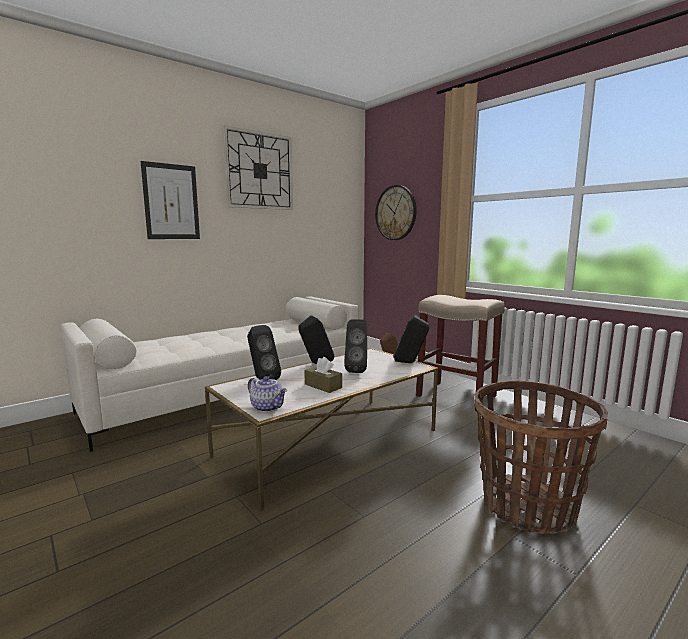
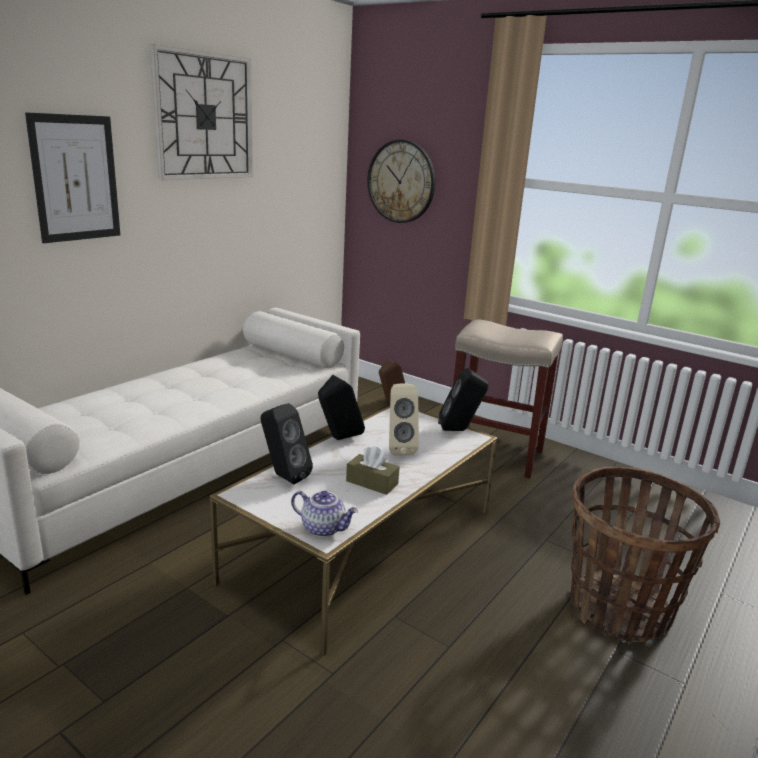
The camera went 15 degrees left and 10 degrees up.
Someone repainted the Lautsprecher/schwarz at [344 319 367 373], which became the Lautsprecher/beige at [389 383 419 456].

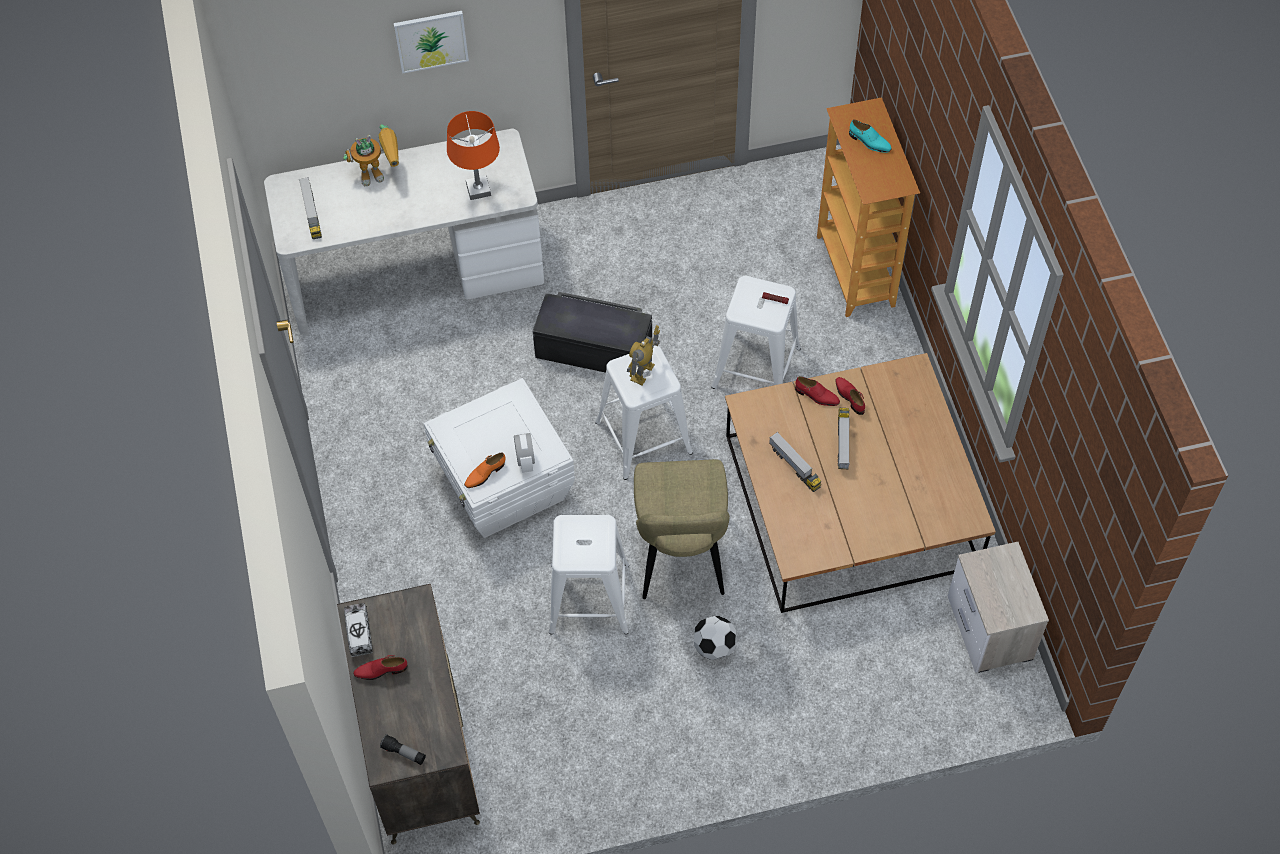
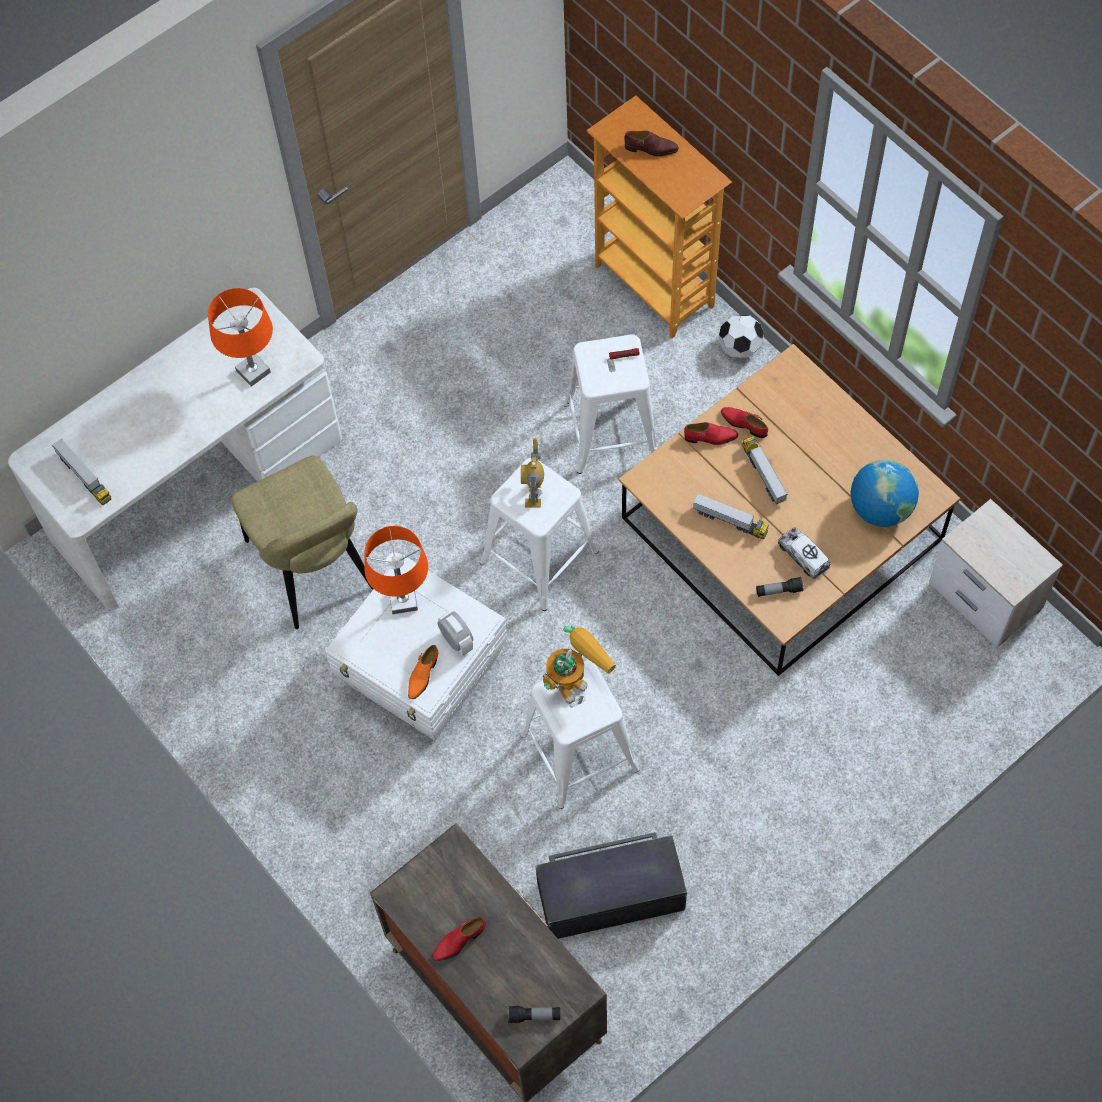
The camera went 25 degrees left and 5 degrees up.
Someone took away the Bild at [394 11 469 74].
Someone repainted the Schuh/türkis at [849 120 892 153], which became the Schuh/braun at [624 131 679 156].
Someone carried the Spielzeugroboter from [343 124 399 186] to [542 625 616 704].
Someone carried the Aufbewahrungsbox/schwarz from [533 292 652 373] to [535 832 687 939].
Someone carried the Stuhl/beige from [634 459 730 599] to [232 455 373 629].
Someone carried the Spielzeuglaster from [344 603 373 657] to [778 527 830 580].
Someone carried the Fußball from [694 616 736 660] to [718 315 764 358].
Someone put down the Globus at [851 460 919 527].
Someone put down the Tischlampe/orange at [365 526 428 614].
Someone put down the Taschenlampe at [756 577 803 597].

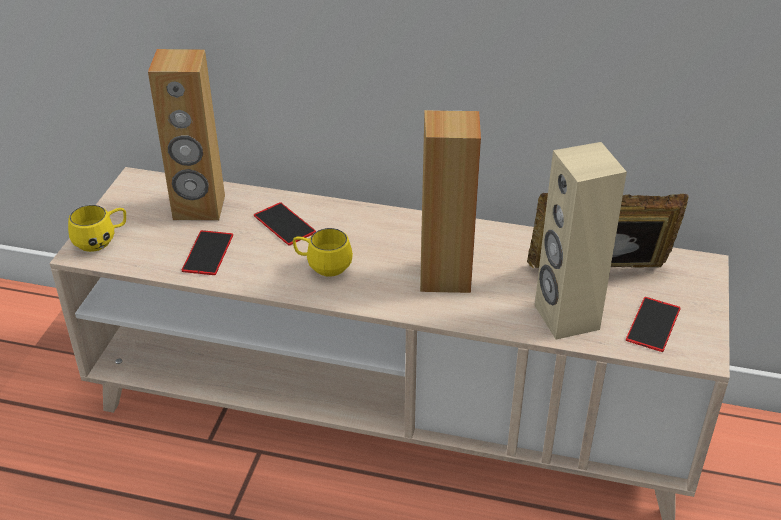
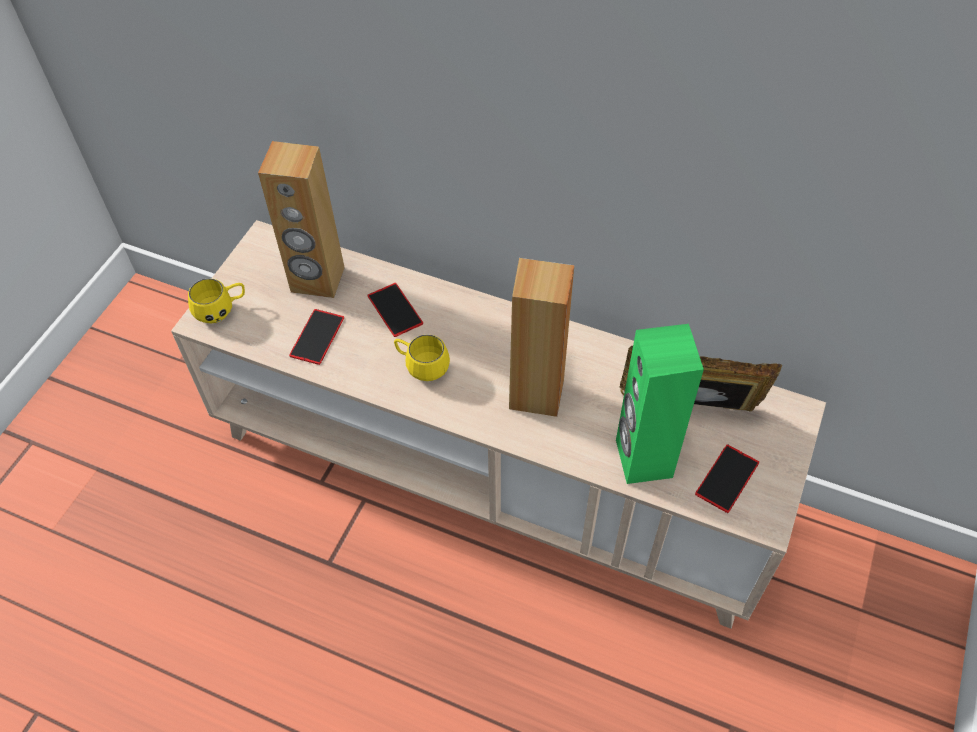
The camera went 10 degrees right and 15 degrees up.
Someone repainted the Lautsprecher/beige at [535 142 627 339], which became the Lautsprecher/grün at [616 324 704 484].

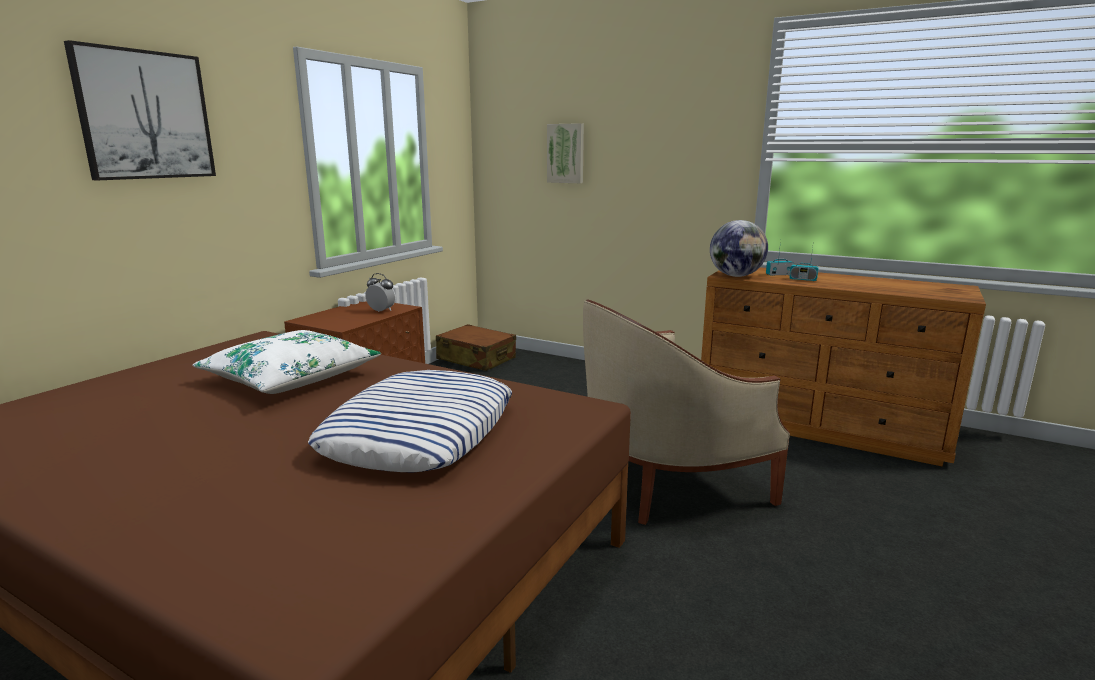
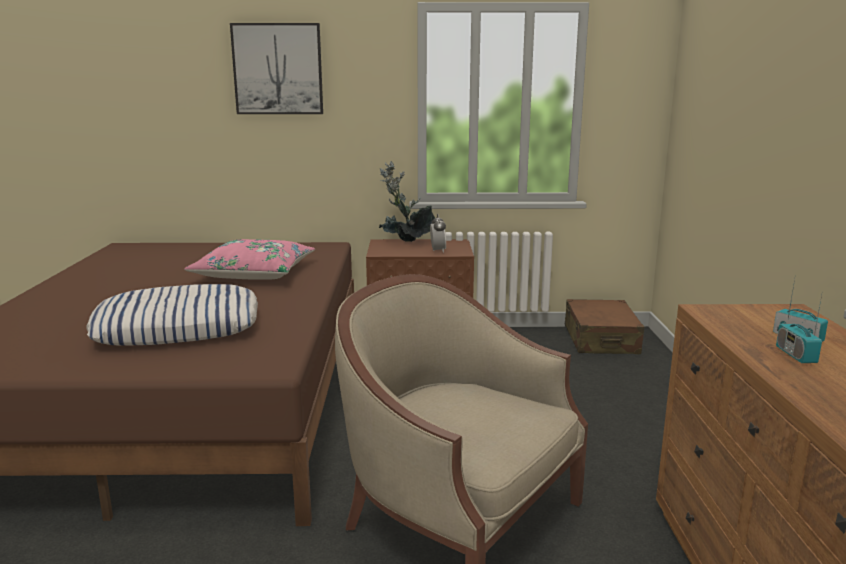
The camera went 60 degrees right and 0 degrees up.
Someone took away the Bild at [547 123 584 183].
Someone took away the Globus at [710 220 768 277].
Someone repainted the Kissen/weiß at [193 330 381 394], which became the Kissen/rosa at [184 239 315 280].
Someone put down the Topfpflanze at [379 161 435 242].

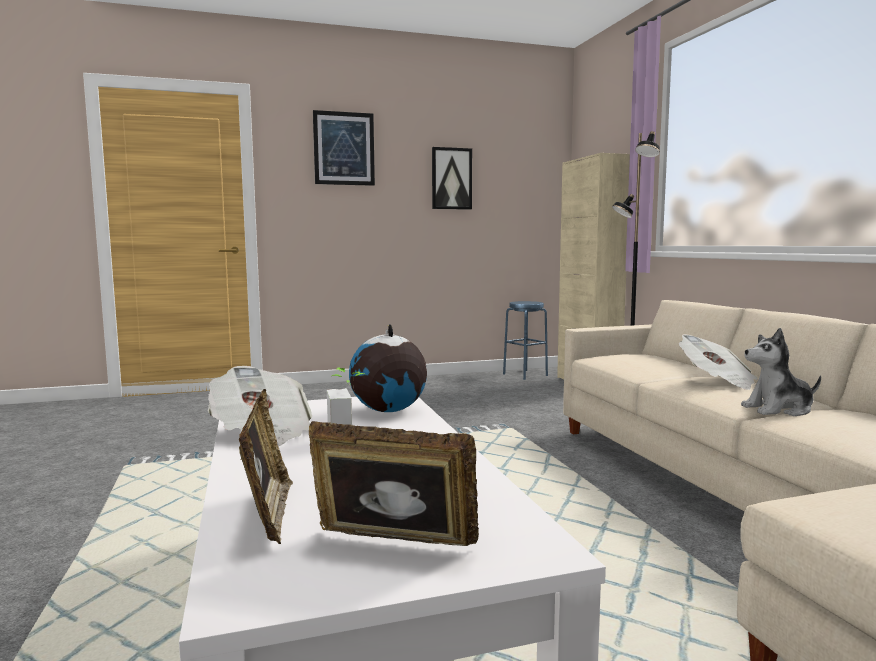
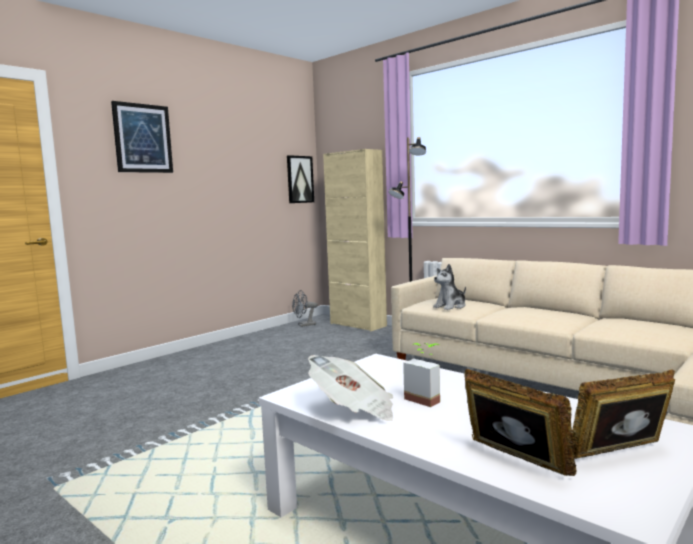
The camera went 30 degrees left and 0 degrees up.
Someone carried the Bild from [432 147 472 210] to [287 155 314 203].
Someone swapped the Hocker/blau at [503 301 548 380] for the Ventilator/grau at [292 290 318 327].
Someone took away the Globus at [349 324 427 412].
Someone carried the Plüschtier from [741 328 821 416] to [433 264 466 310].
Someone took away the Zeitung at [679 334 758 390].

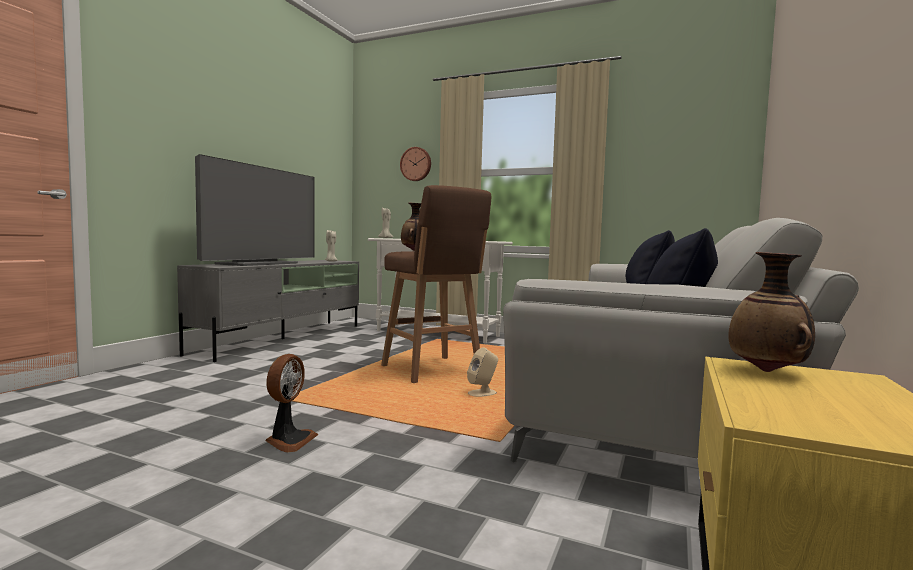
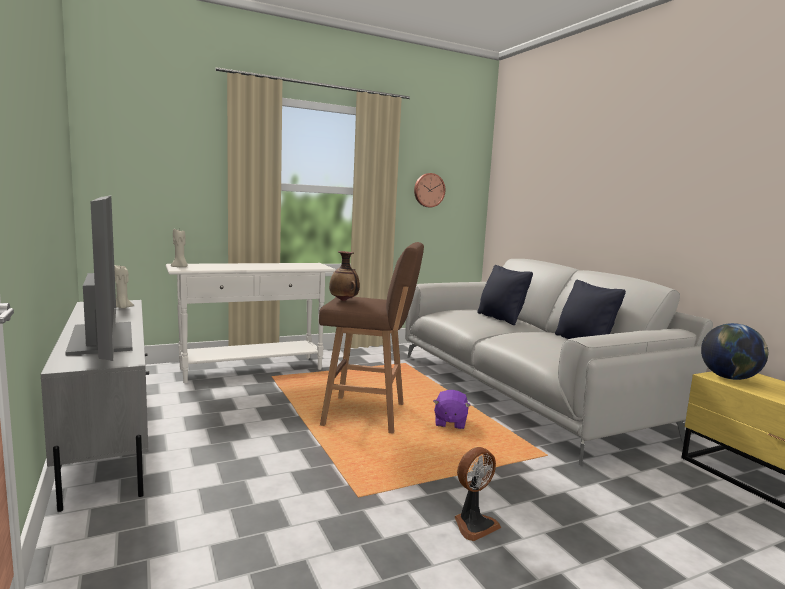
The camera went 50 degrees left and 5 degrees up.
Someone carried the Wanduhr from [400 147 431 181] to [414 173 445 207].
Someone swapped the Vase at [728 252 815 372] for the Globus at [701 323 768 380].
Someone swapped the Lautsprecher/beige at [467 348 498 397] for the Plüschtier/lila at [433 390 471 429].
Someone rotated the Ventilator at [266 354 318 452] by 90 degrees clockwise.

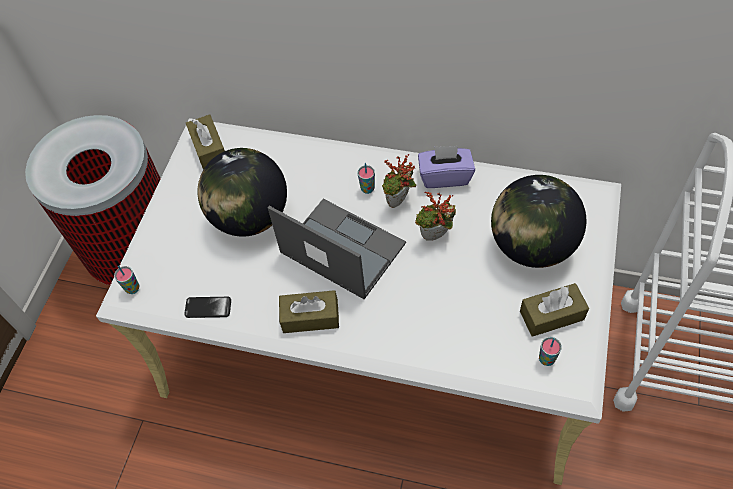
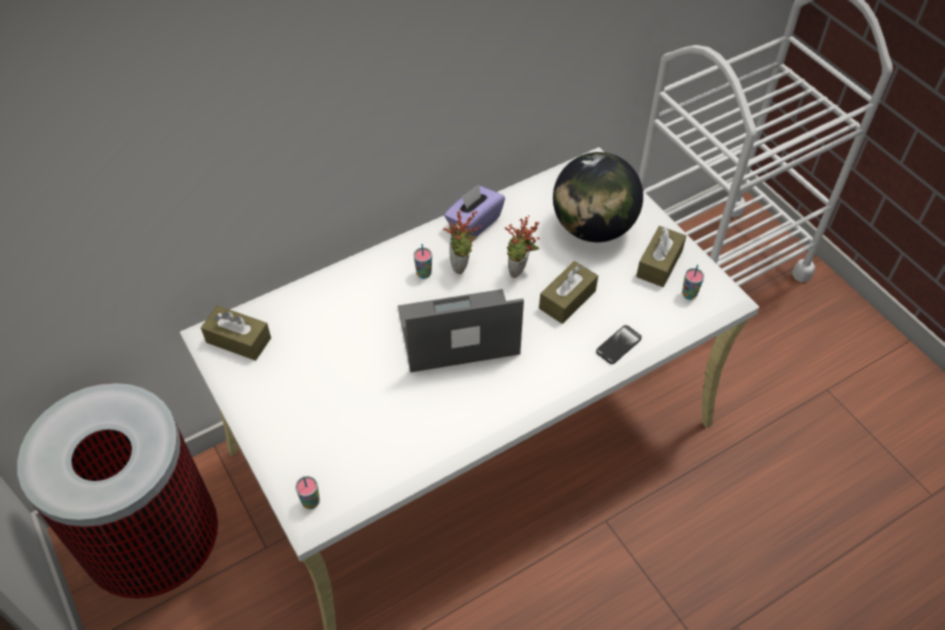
The camera went 50 degrees left and 5 degrees down.
Someone took away the Globus at [197 148 287 237].
Someone carried the Taschentuchbox/braun from [279 290 339 333] to [539 261 598 324].
Someone carried the Handy from [184 297 231 318] to [596 325 642 364].

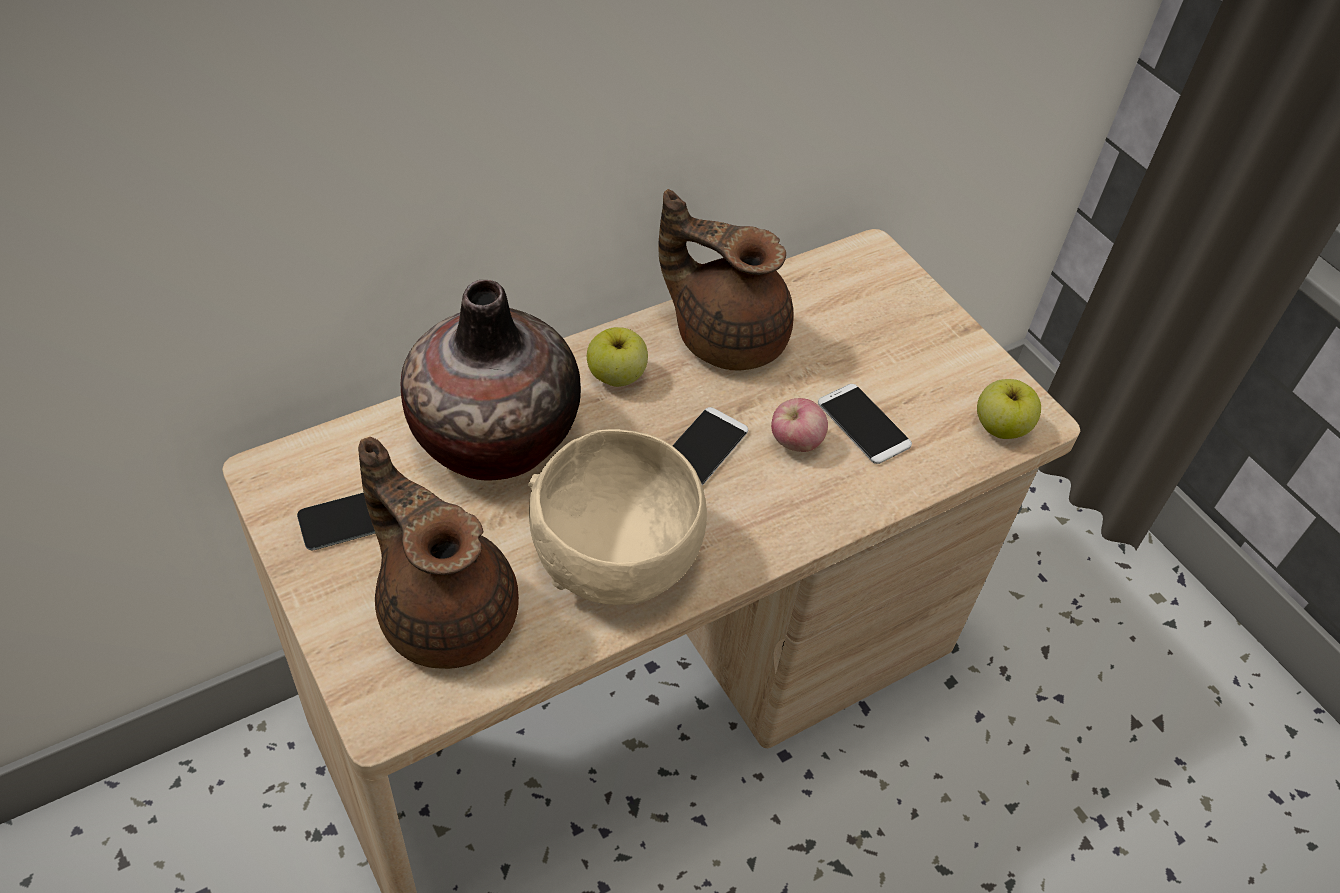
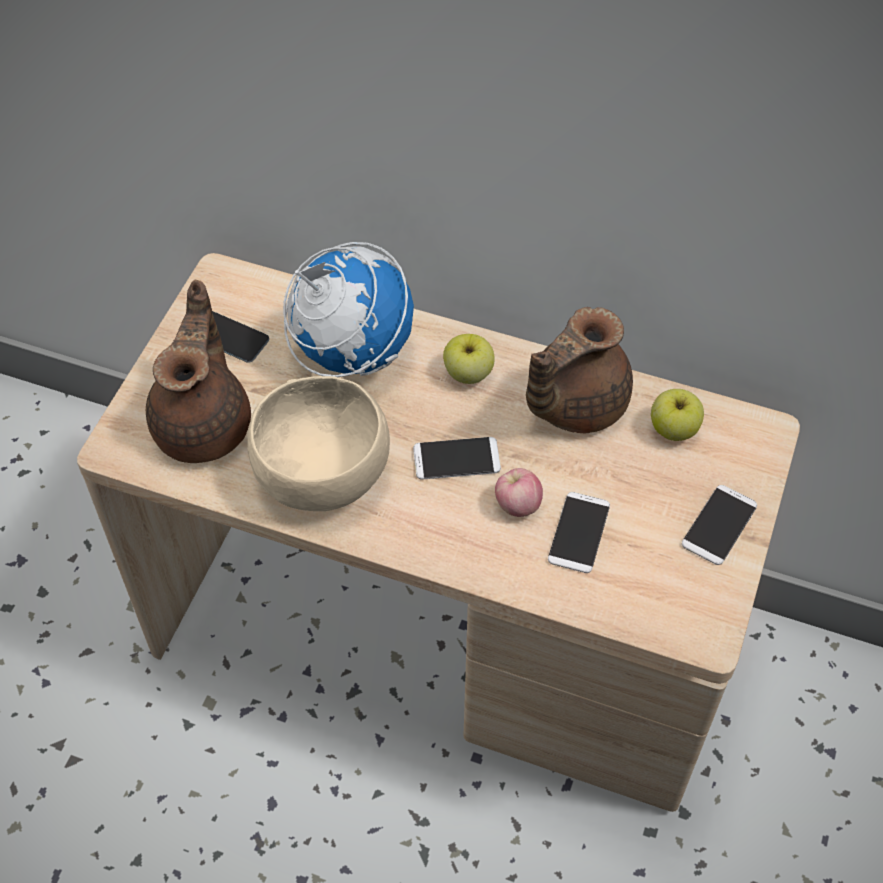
The camera went 55 degrees right and 5 degrees up.
Someone rotated the Teekanne/braun at [658 189 793 370] by 120 degrees counterclockwise.
Someone swapped the Vase at [401 280 581 481] for the Globus at [283 242 414 377].
Someone carried the Apfel from [977 379 1041 439] to [651 389 704 441].
Someone put down the Handy at [682 485 757 565].

